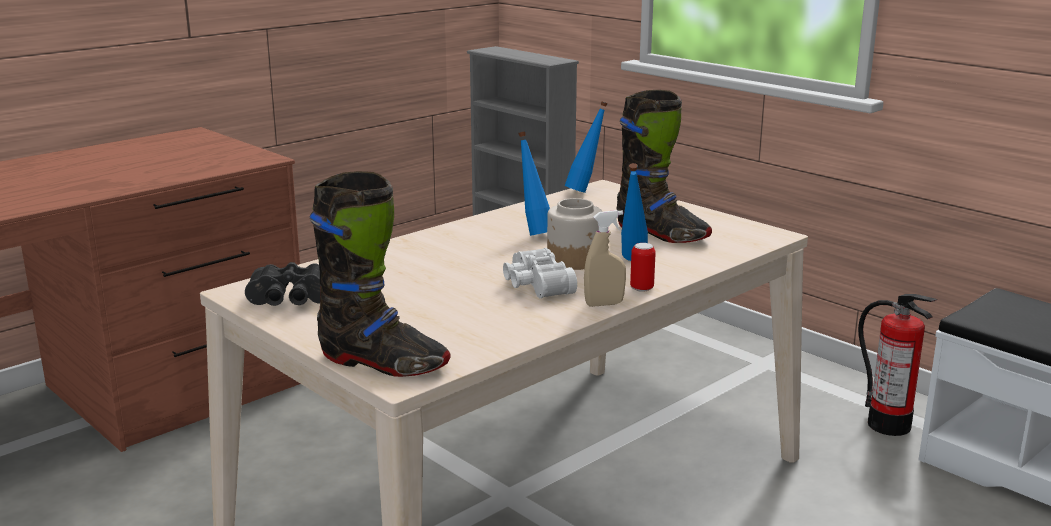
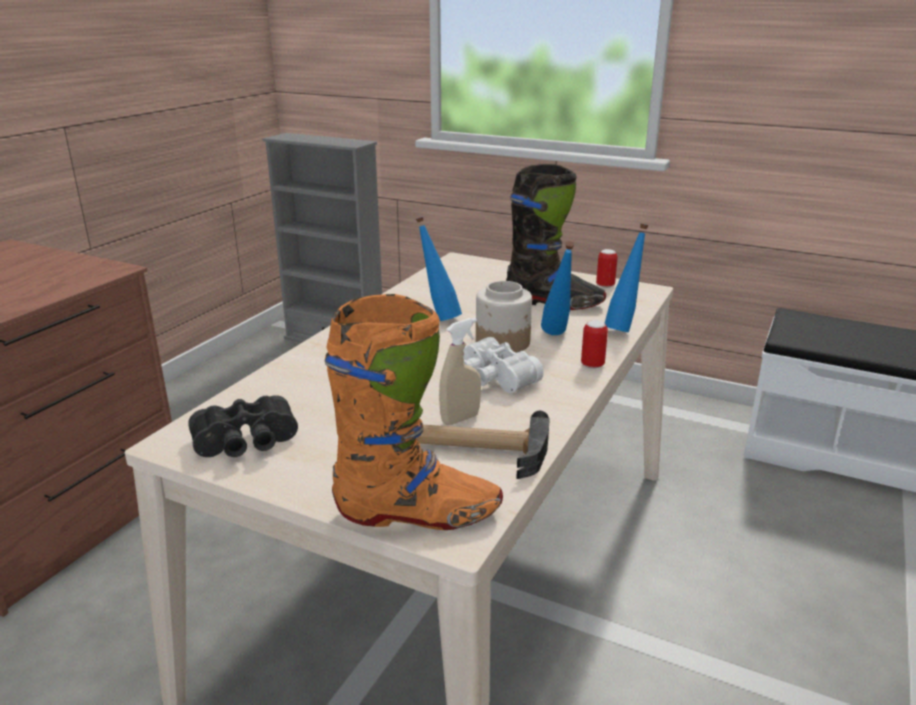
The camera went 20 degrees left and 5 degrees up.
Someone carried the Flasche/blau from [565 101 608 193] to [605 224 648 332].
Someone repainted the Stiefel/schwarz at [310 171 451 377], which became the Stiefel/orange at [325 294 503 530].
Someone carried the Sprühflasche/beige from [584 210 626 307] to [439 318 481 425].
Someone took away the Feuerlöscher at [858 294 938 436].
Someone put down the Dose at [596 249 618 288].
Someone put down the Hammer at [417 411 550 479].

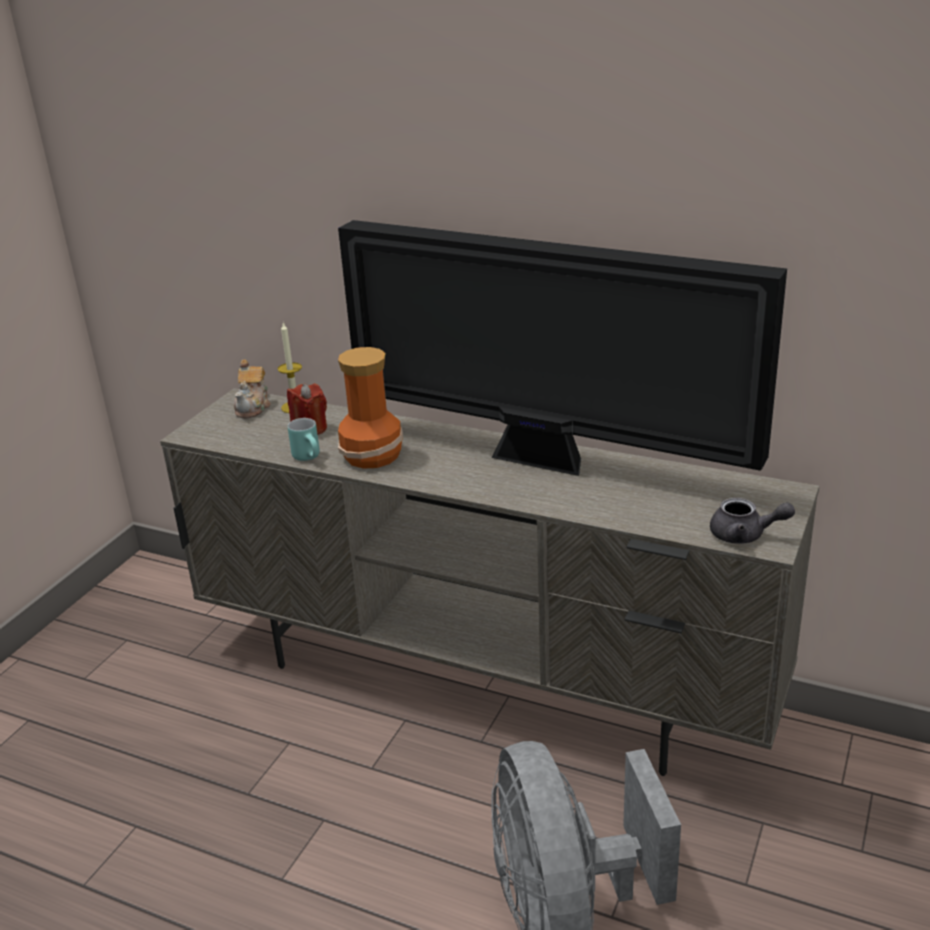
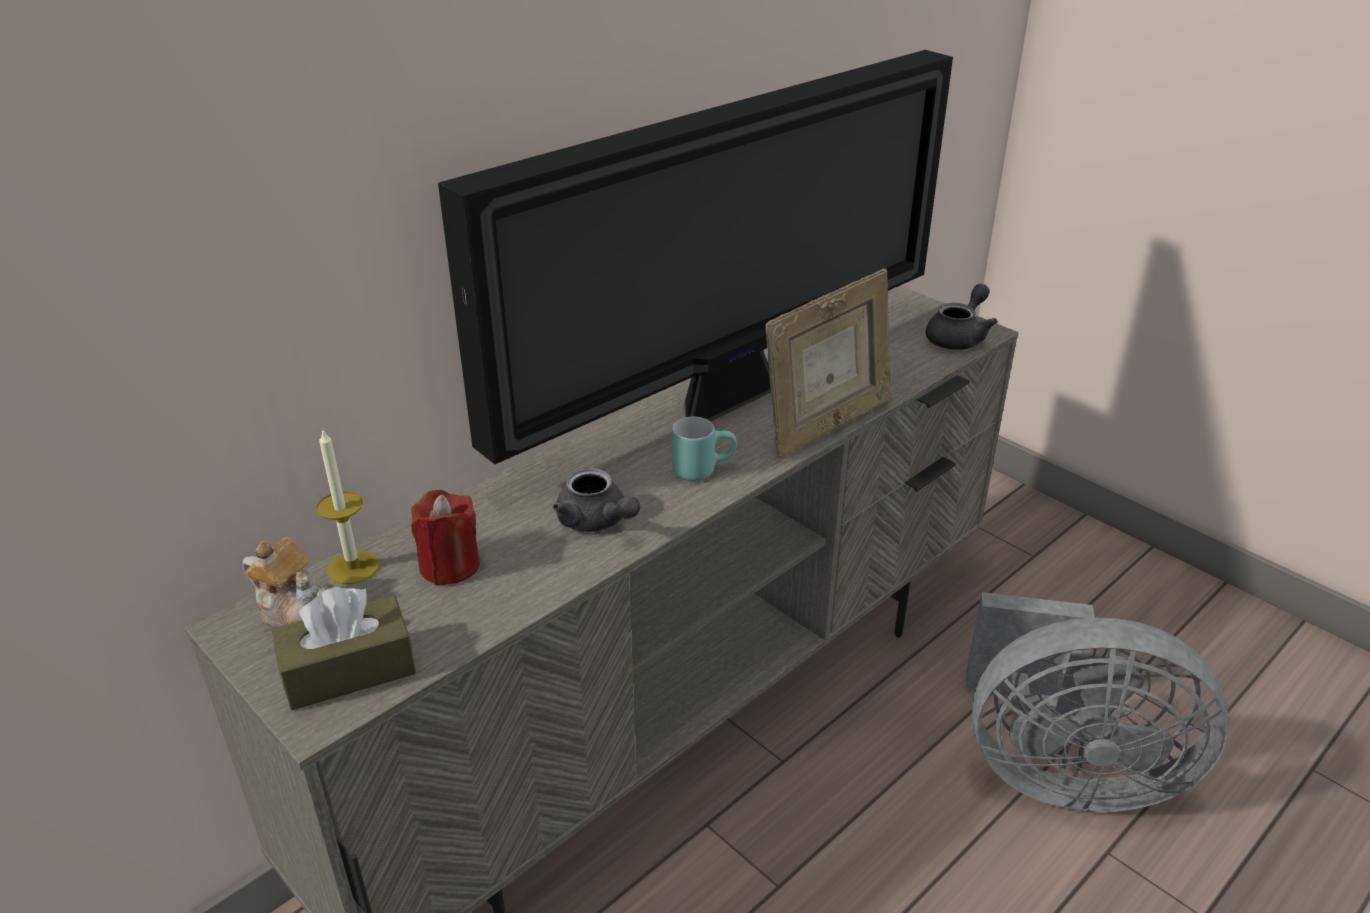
The camera went 70 degrees left and 5 degrees up.
Someone swapped the Vase at [338 347 403 469] for the Teekanne/grau at [553 468 640 532].
Someone carried the Henkelbecher/türkis from [288 418 320 461] to [672 417 737 481].
Someone put down the Bilderrahmen at [765 269 891 458].
Someone put down the Taschentuchbox/braun at [272 587 416 710].

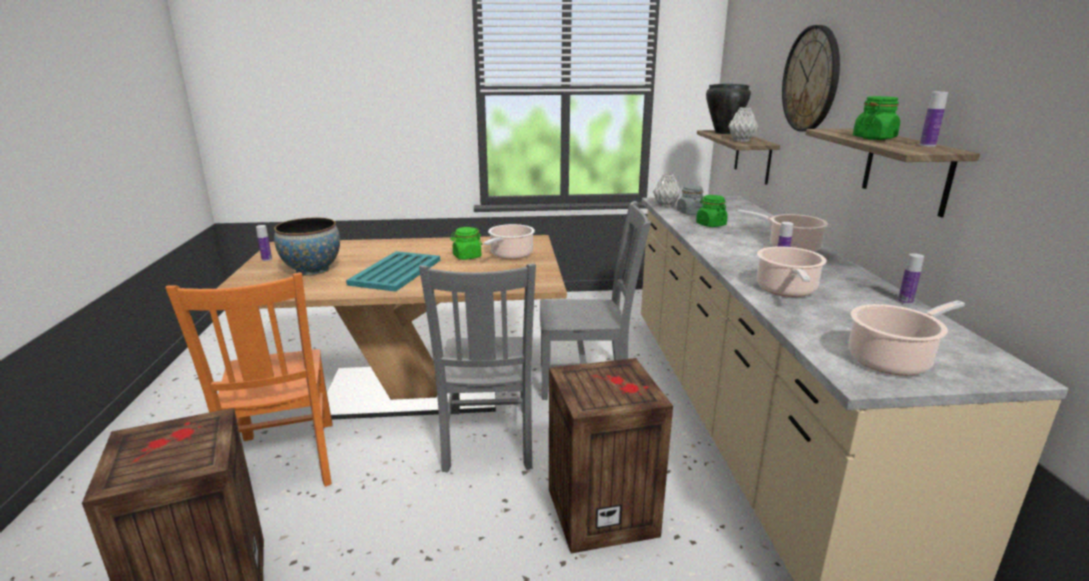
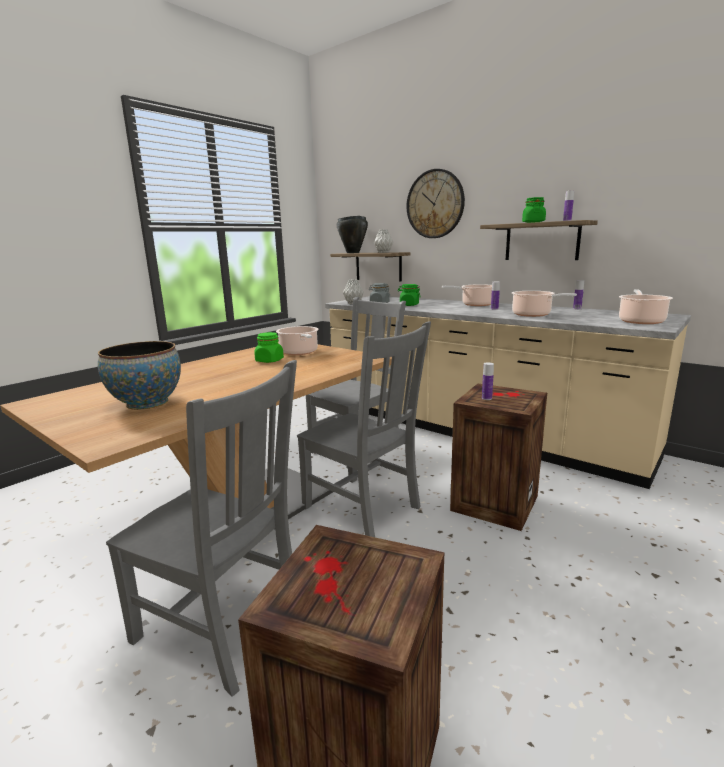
The camera went 45 degrees left and 5 degrees down.
Someone carried the Flasche from [256 225 272 261] to [482 362 494 400].
Someone took away the Tablett/türkis at [346 251 440 292].
Someone repainted the Stuhl/orange at [165 272 332 487], which became the Stuhl/grau at [106 360 297 697].

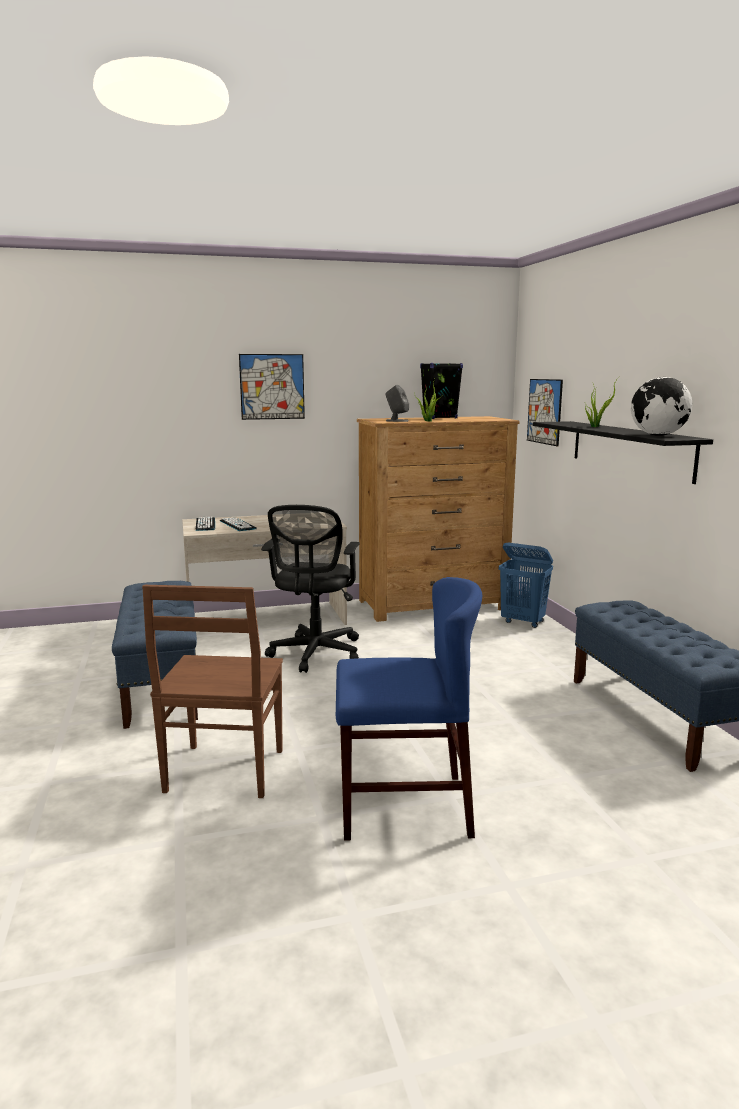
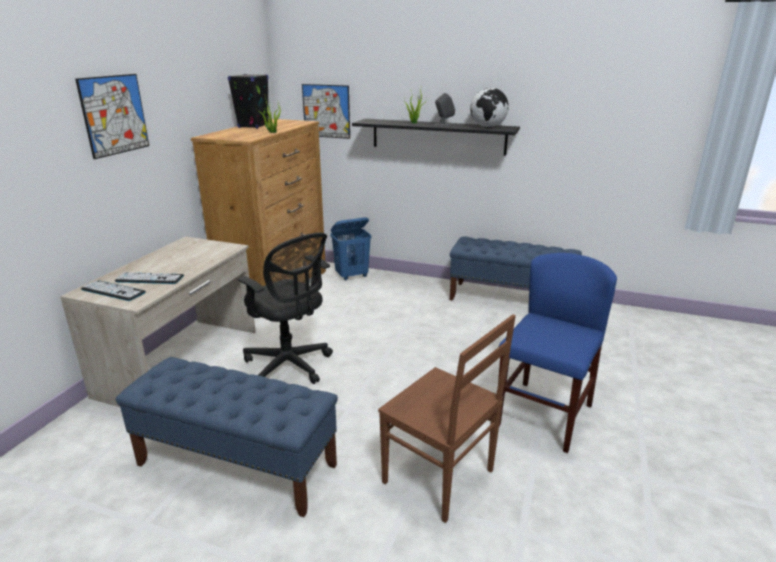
The camera went 55 degrees left and 10 degrees up.
Someone carried the Lautsprecher/grau from [386 385 409 422] to [435 93 455 126].

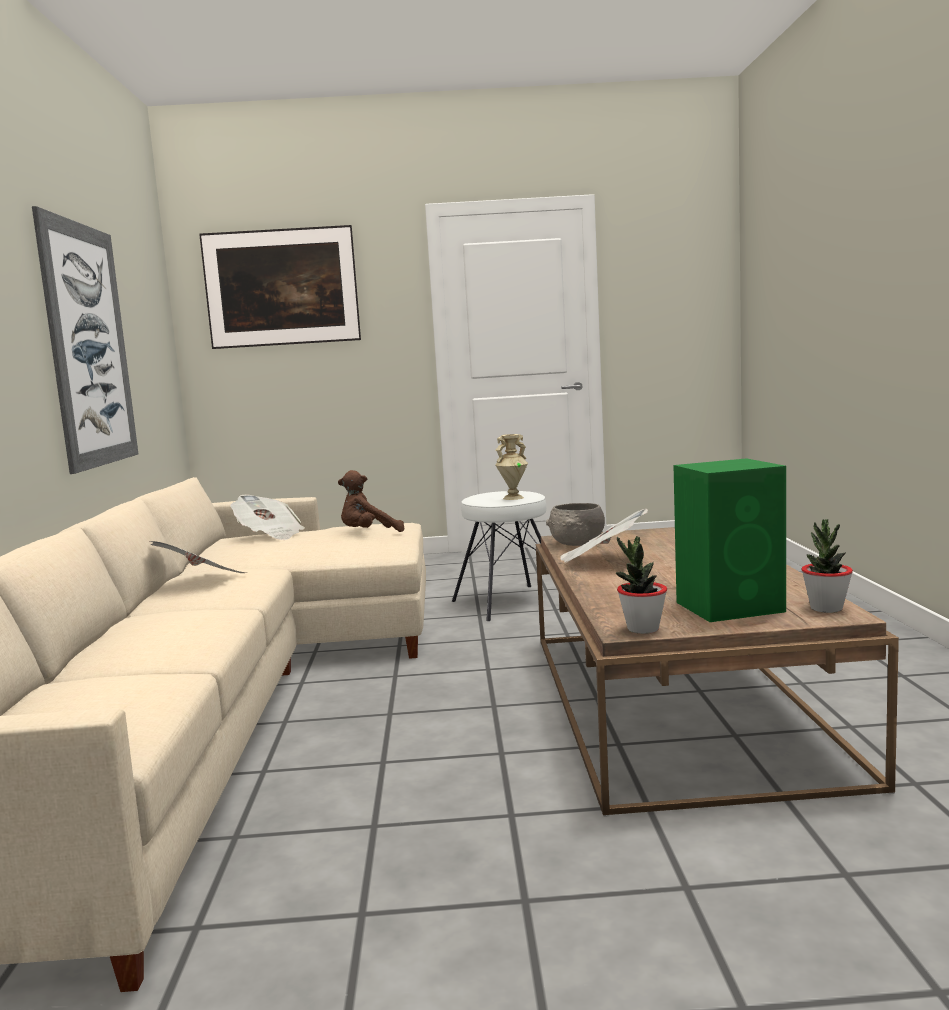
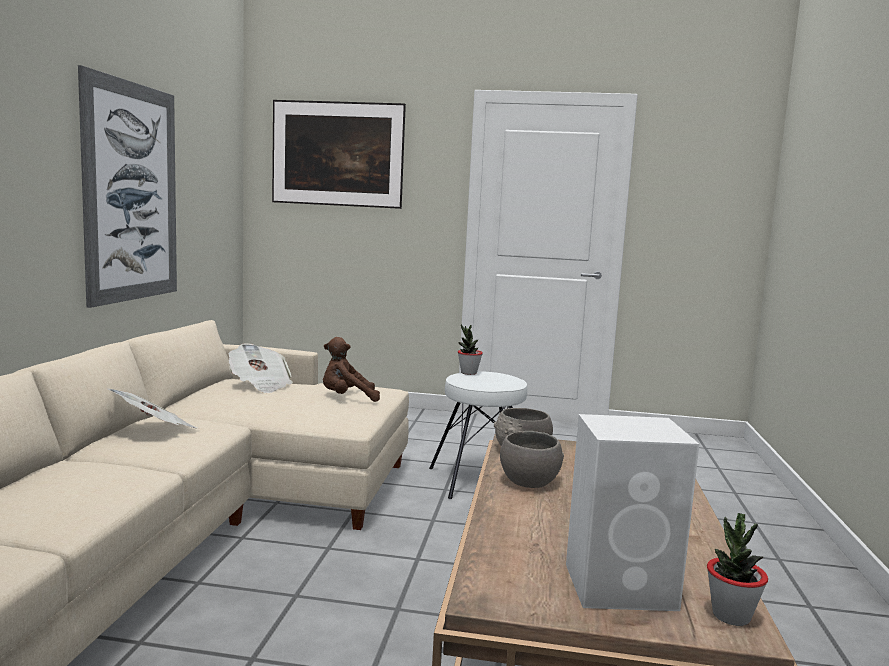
The camera went 10 degrees right and 0 degrees up.
Someone took away the Vase/beige at [495 434 528 500].
Someone repainted the Lautsprecher/grün at [673 458 786 622], which became the Lautsprecher/weiß at [566 414 699 611].
Someone swapped the Zeitung at [560 509 648 563] for the Schüssel/grau at [500 431 564 488].
Someone carried the Topfpflanze from [616 536 667 634] to [458 324 483 375].

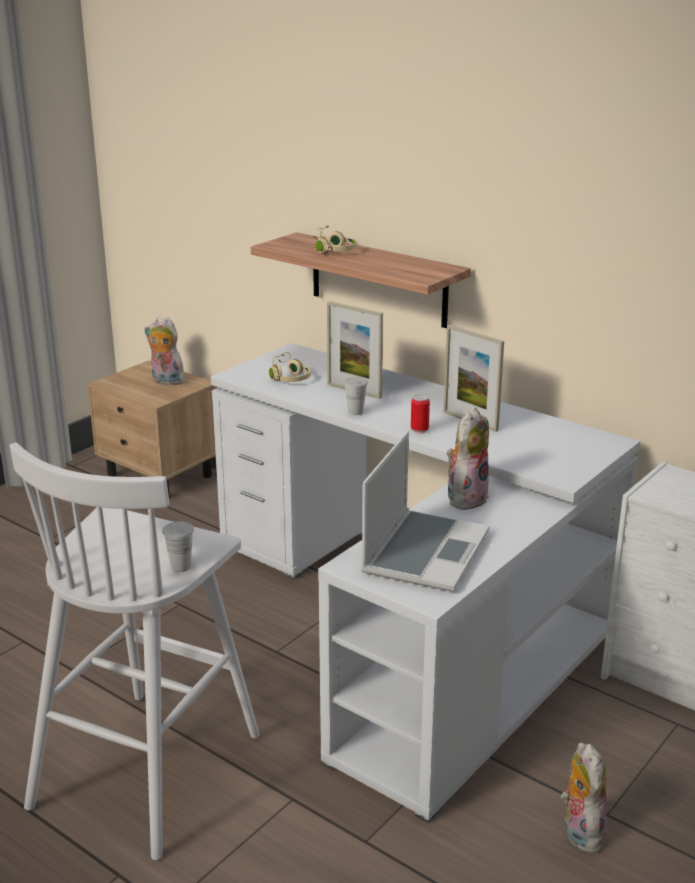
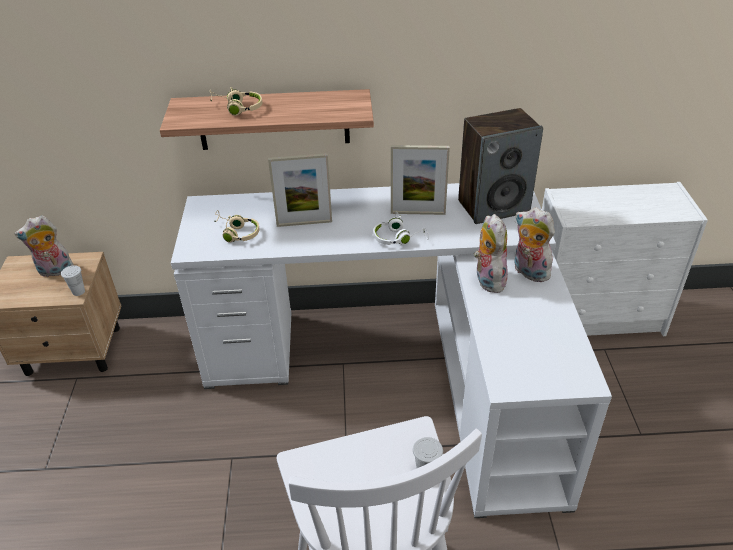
The camera went 40 degrees left and 15 degrees up.
Someone carried the Tasse/weiß from [344 377 368 415] to [61 265 85 296].
Someone swapped the Dose at [411 395 430 434] for the Kopfhörer/weiß at [373 212 429 245].
Someone took away the Laptop at [361 431 489 592].
Someone carried the Plüschtier from [560 742 607 854] to [514 207 555 282].
Someone put down the Lautsprecher at [458 108 543 224].

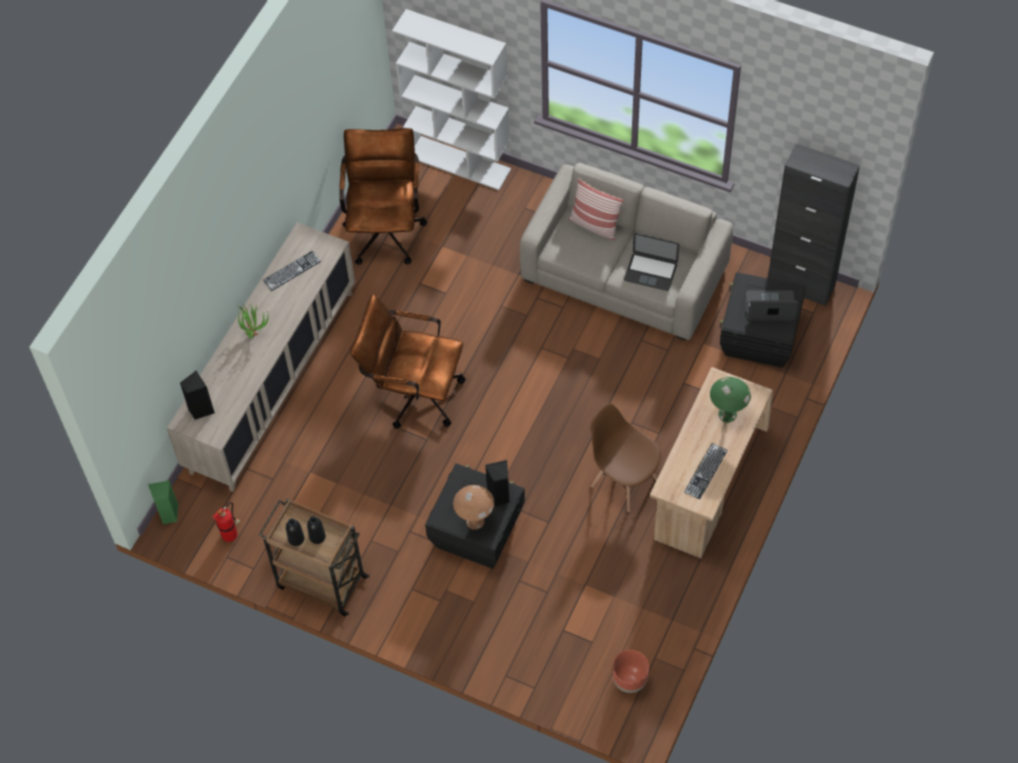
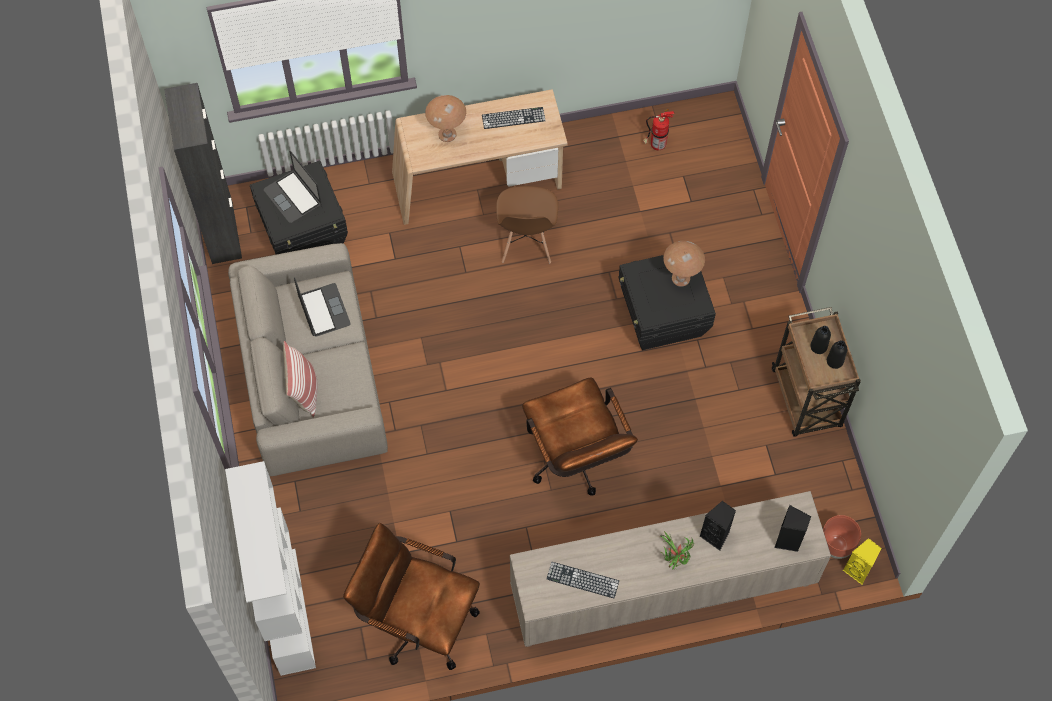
The camera went 130 degrees left and 5 degrees up.
Someone rotated the Bürostuhl/braun at [339 128 427 265] by 60 degrees clockwise.
Someone repainted the Tischlampe/grün at [710 377 751 422], which became the Tischlampe/braun at [425 95 466 142].
Someone carried the Lautsprecher/schwarz from [485 460 510 506] to [700 501 736 551].
Someone repainted the Lautsprecher/grün at [148 480 178 525], which became the Lautsprecher/gelb at [843 538 881 585].
Someone carried the Feuerlöscher from [213 502 240 542] to [643 109 674 150].
Someone carried the Pflanzkübel/braun from [613 650 649 693] to [823 515 861 559].

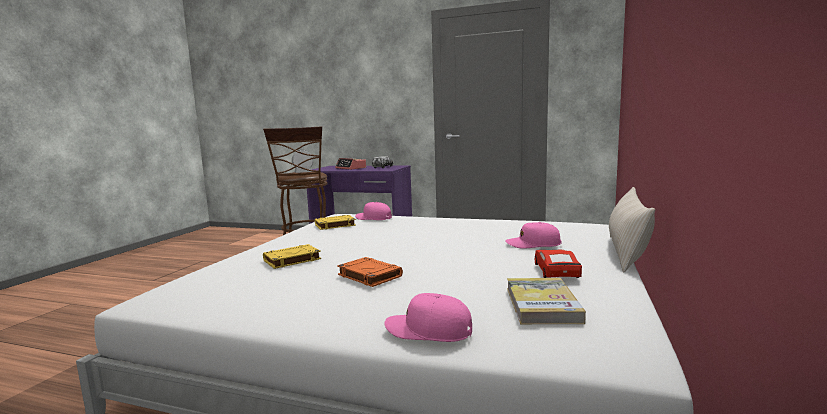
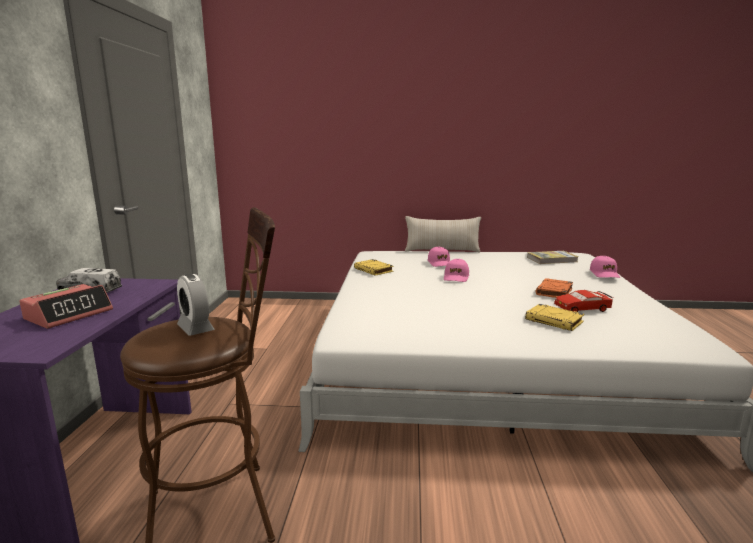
The camera went 105 degrees left and 5 degrees up.
Someone carried the Kappe/rosa from [355 202 392 220] to [444 259 469 282].
Someone carried the Buch/gelb from [315 215 356 230] to [354 259 393 276].
Someone carried the Spielzeugauto/rot from [535 250 582 278] to [554 290 613 312].

